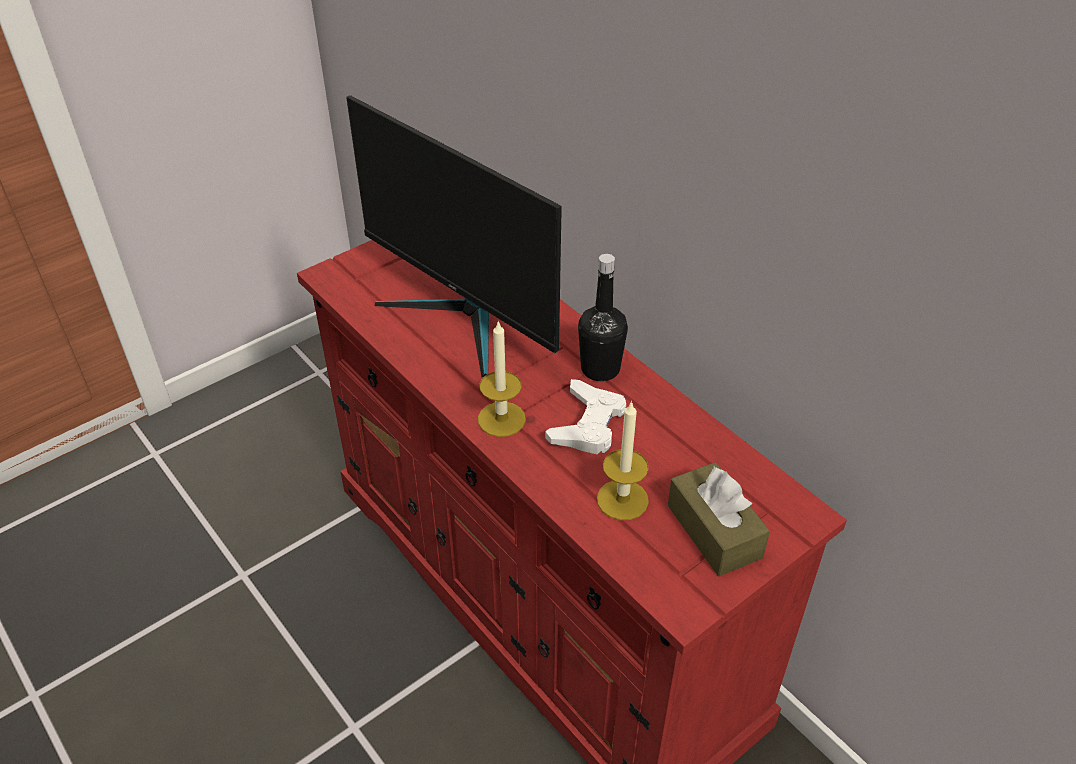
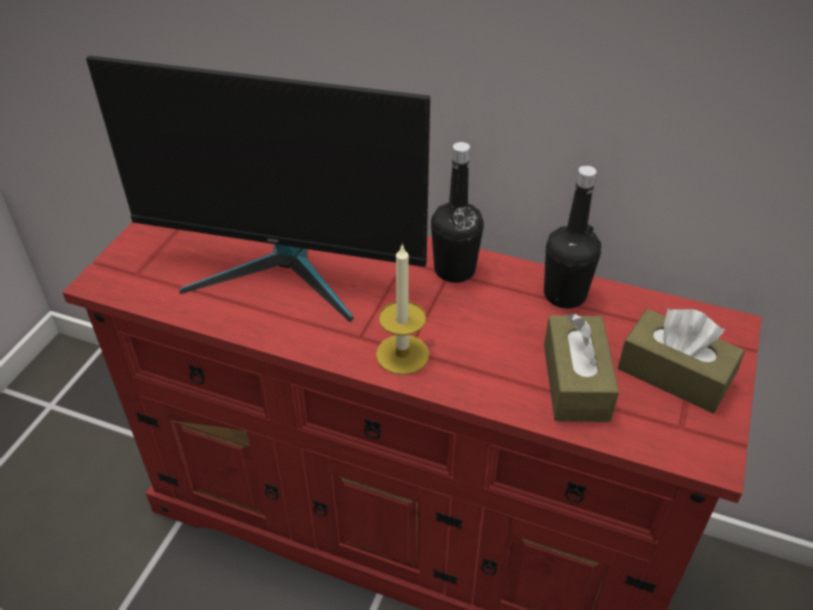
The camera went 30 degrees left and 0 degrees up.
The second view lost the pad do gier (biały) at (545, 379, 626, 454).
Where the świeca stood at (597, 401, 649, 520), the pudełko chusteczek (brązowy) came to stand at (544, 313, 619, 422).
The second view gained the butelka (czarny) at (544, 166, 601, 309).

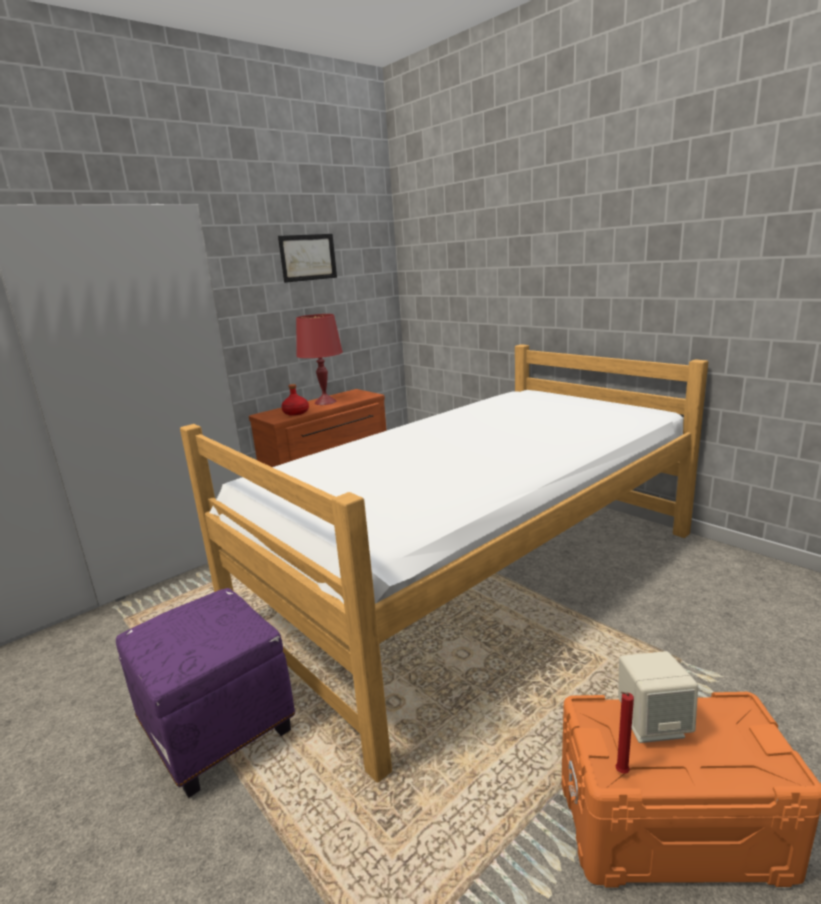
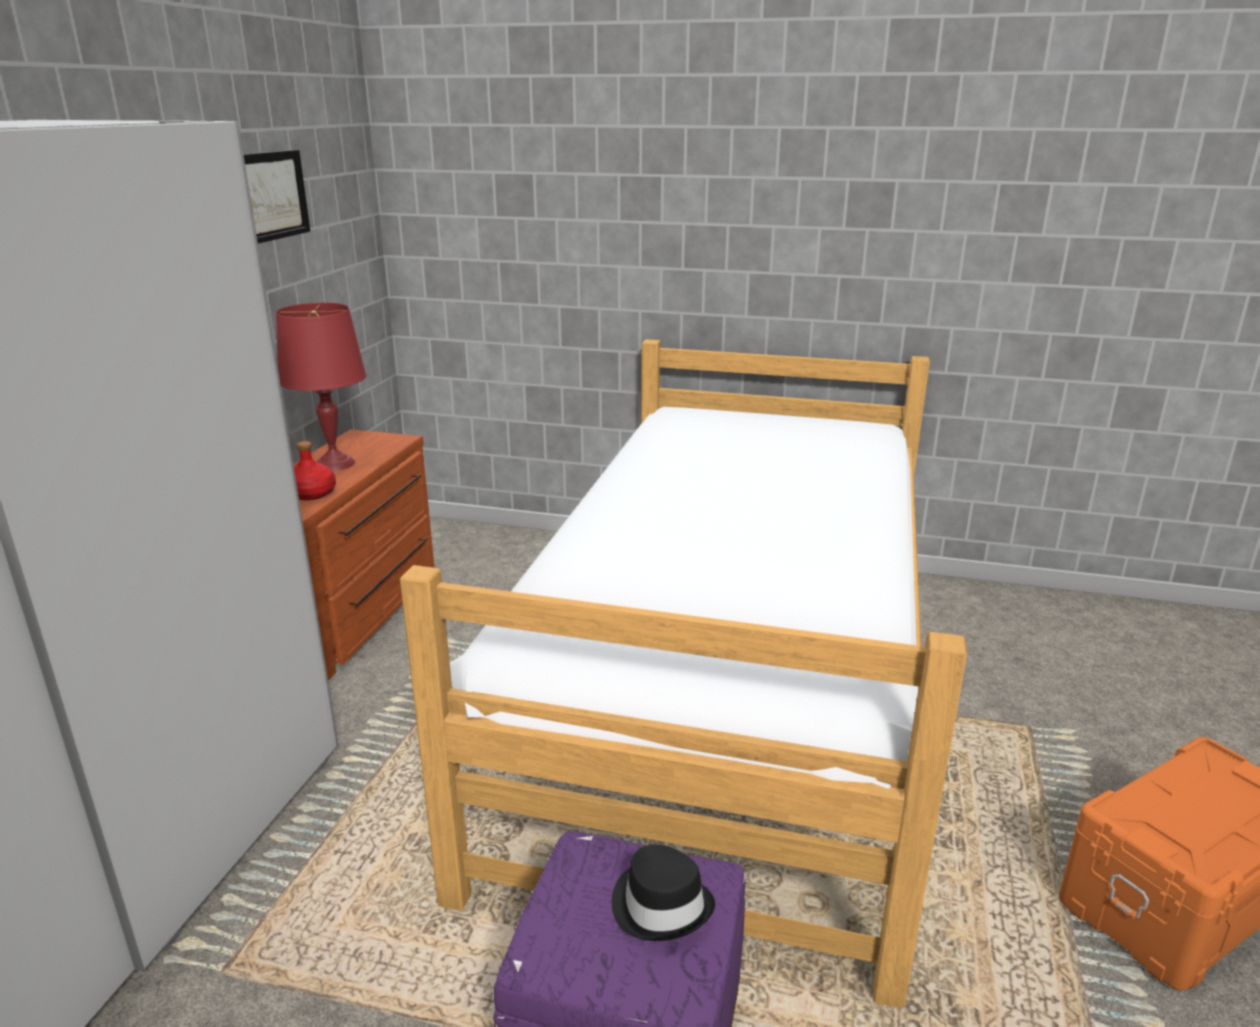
The camera went 35 degrees left and 5 degrees up.
The second view lost the świeca (czerwony) at (616, 692, 634, 774).
The second view lost the głośnik (beżowy) at (618, 651, 698, 743).
The second view gained the kapelusz (czarny) at (612, 844, 715, 941).

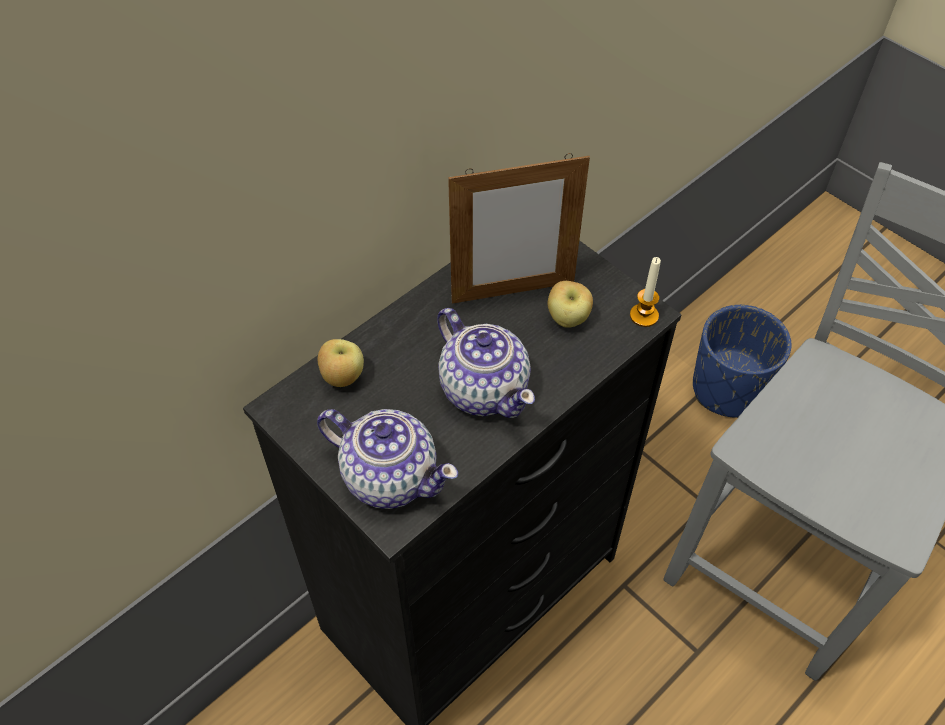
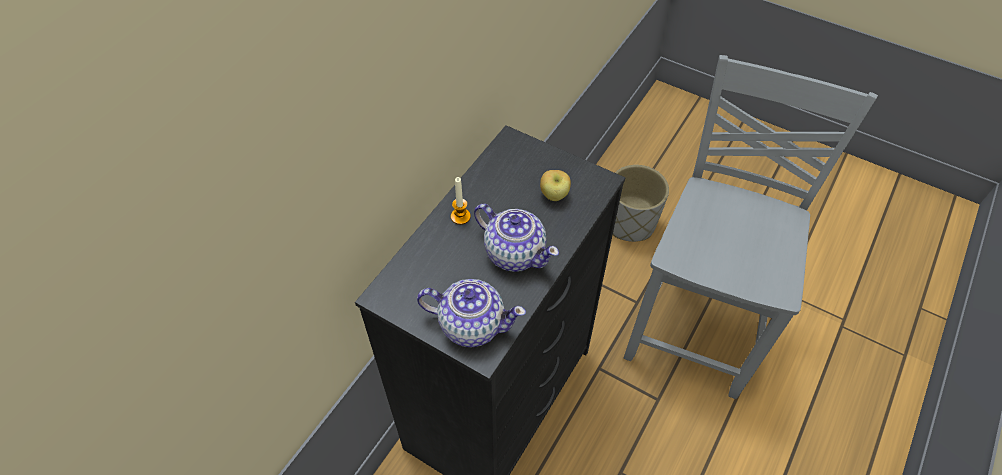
The camera went 15 degrees left and 0 degrees up.
The second view lost the jabłko at (318, 339, 364, 387).
The second view lost the ramka na zdjęcie at (448, 153, 590, 304).
The świeca ended up elsewhere, having gone from (630, 257, 661, 327) to (451, 177, 471, 225).
What was the donica (niebieski) at (693, 305, 791, 418) turned into the donica (szary) at (613, 165, 669, 242).

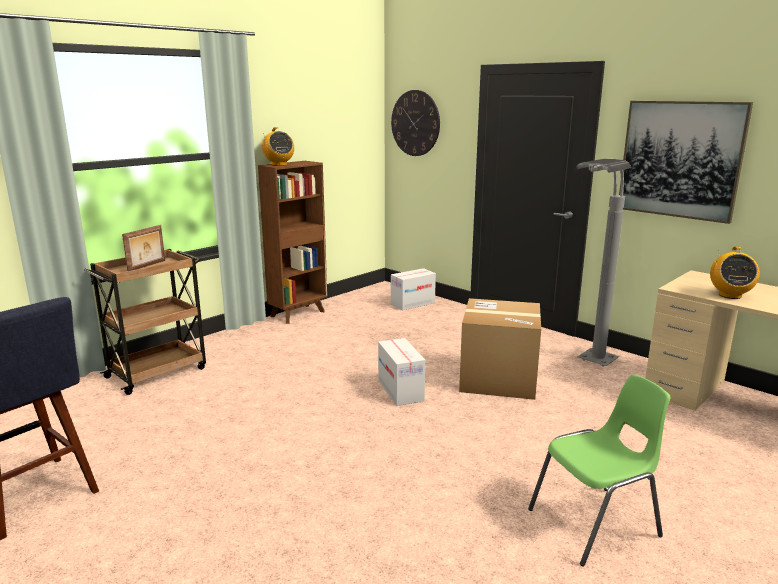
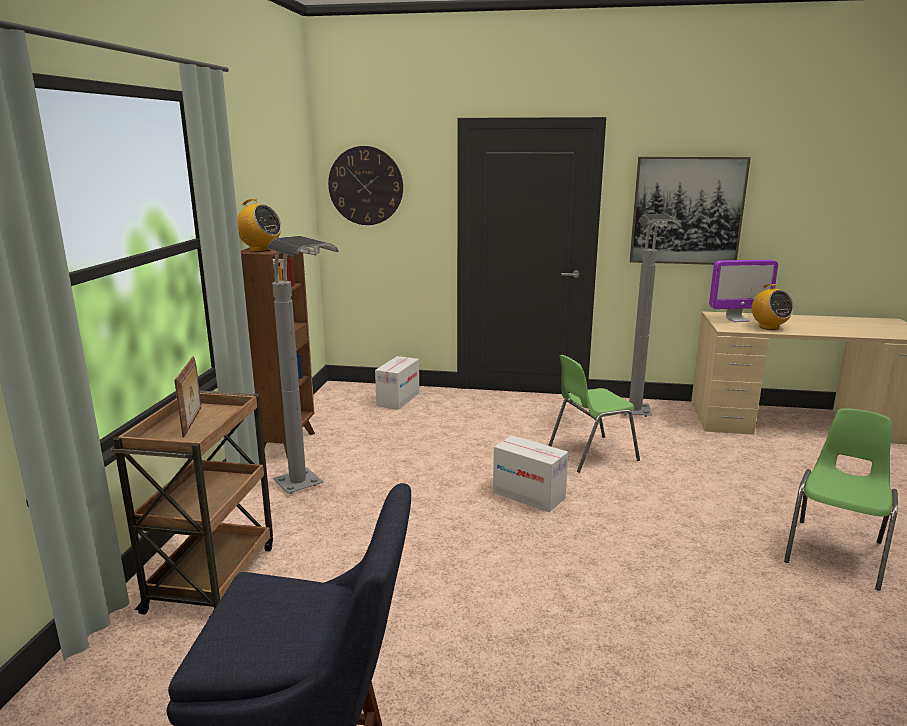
The camera went 35 degrees left and 0 degrees up.
Where the karton stood at (459, 298, 541, 400), the krzesło (zielony) came to stand at (548, 355, 640, 473).
The second view gained the lampa stojąca (szary) at (268, 236, 339, 494).
The second view gained the monitor at (709, 260, 778, 322).

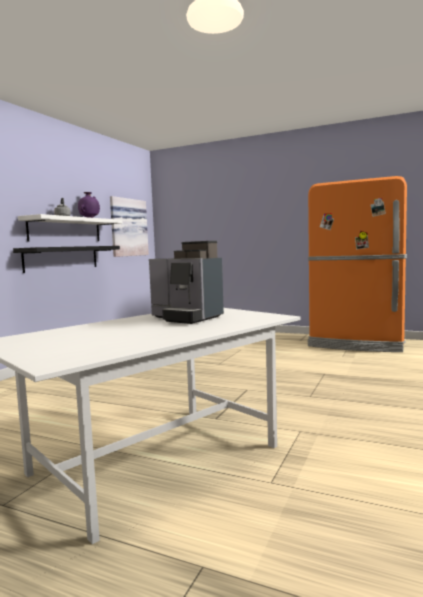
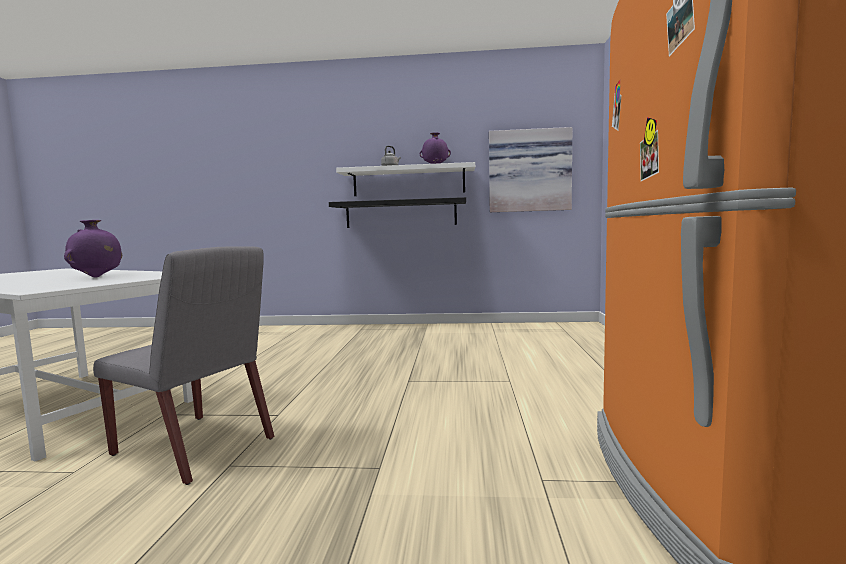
The camera went 70 degrees right and 0 degrees up.
Where the ekspres do kawy stood at (149, 241, 224, 324), the wazon (fioletowy) came to stand at (64, 220, 122, 277).
The second view gained the krzesło (szary) at (93, 246, 275, 485).

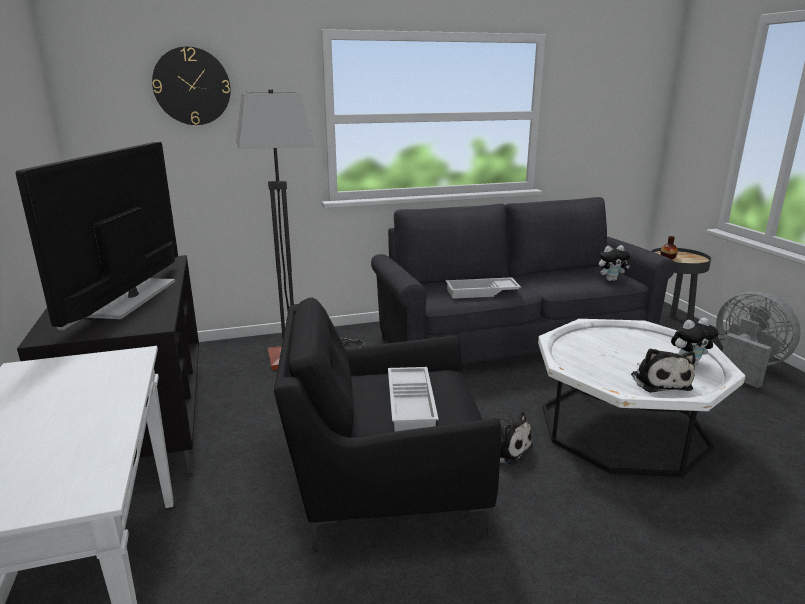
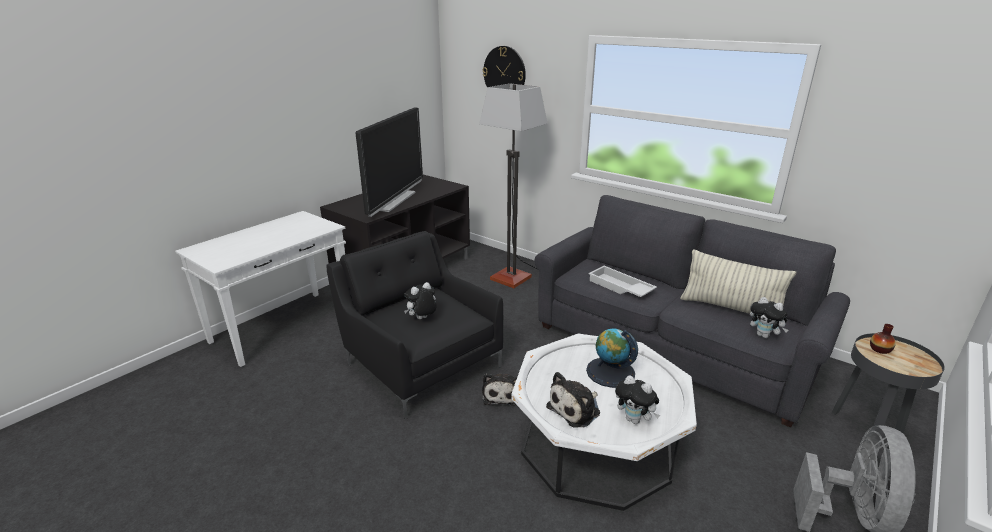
The camera went 55 degrees right and 5 degrees up.
The telewizor at (16, 142, 178, 330) ended up facing another way, 135 degrees clockwise from before.
Where the taca (biały) stood at (388, 367, 439, 432), the pluszak came to stand at (404, 282, 437, 319).
The second view gained the globus at (586, 328, 638, 388).
The second view gained the poduszka at (680, 249, 796, 314).

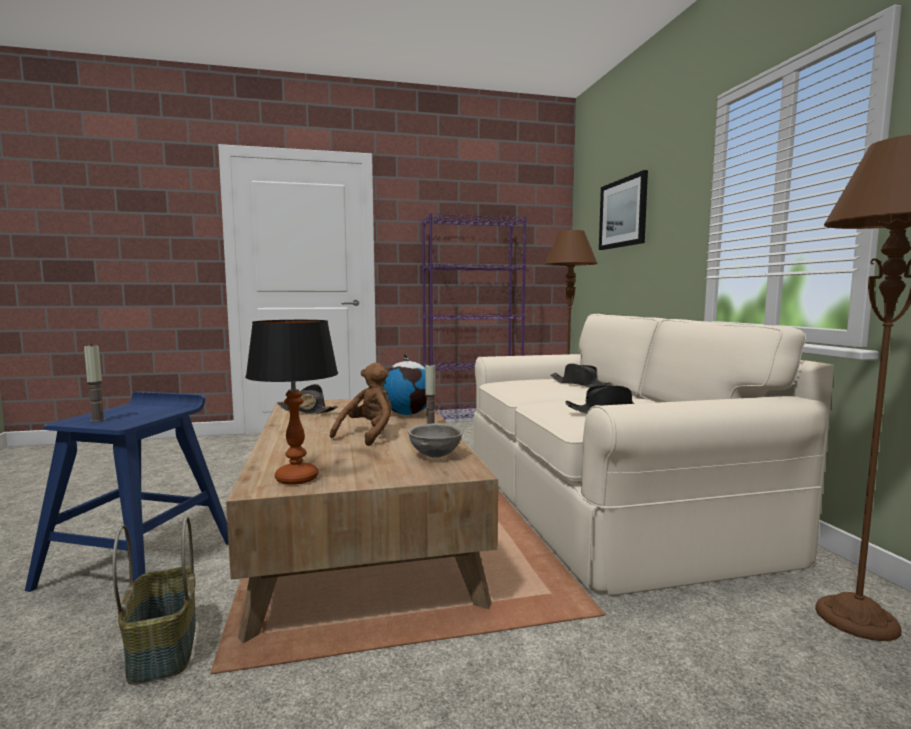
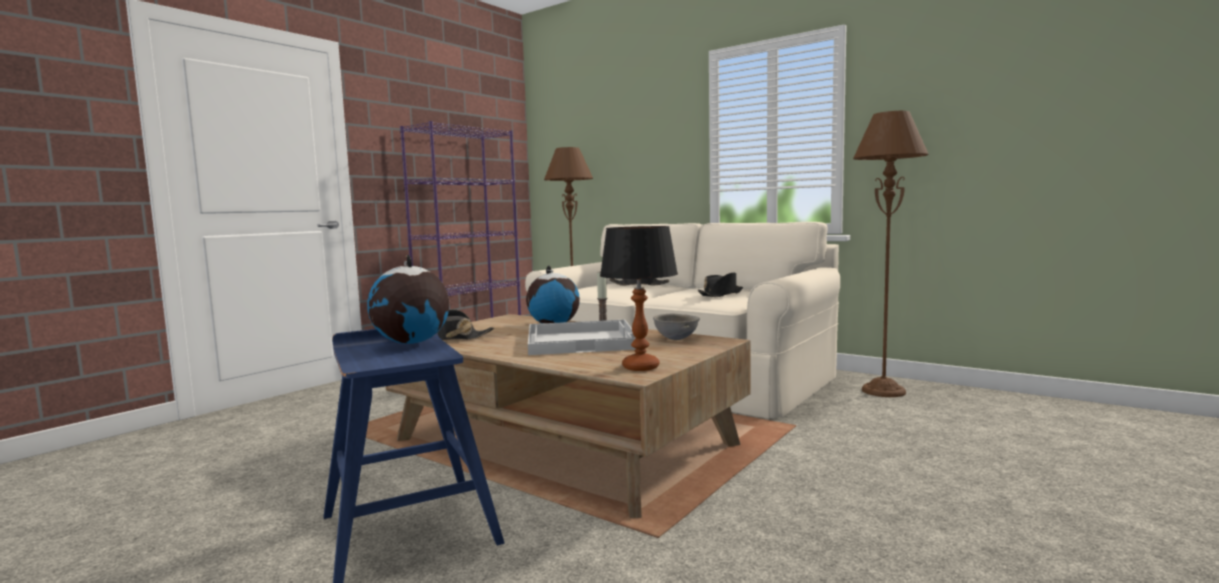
The camera went 40 degrees left and 0 degrees up.
The second view lost the świeca at (84, 344, 106, 422).
The second view lost the koszyk at (112, 516, 196, 685).
Where the pluszak (brązowy) stood at (330, 363, 392, 446), the taca (biały) came to stand at (528, 320, 636, 355).
The second view lost the obraz at (599, 170, 648, 250).
The second view gained the globus at (367, 255, 449, 344).

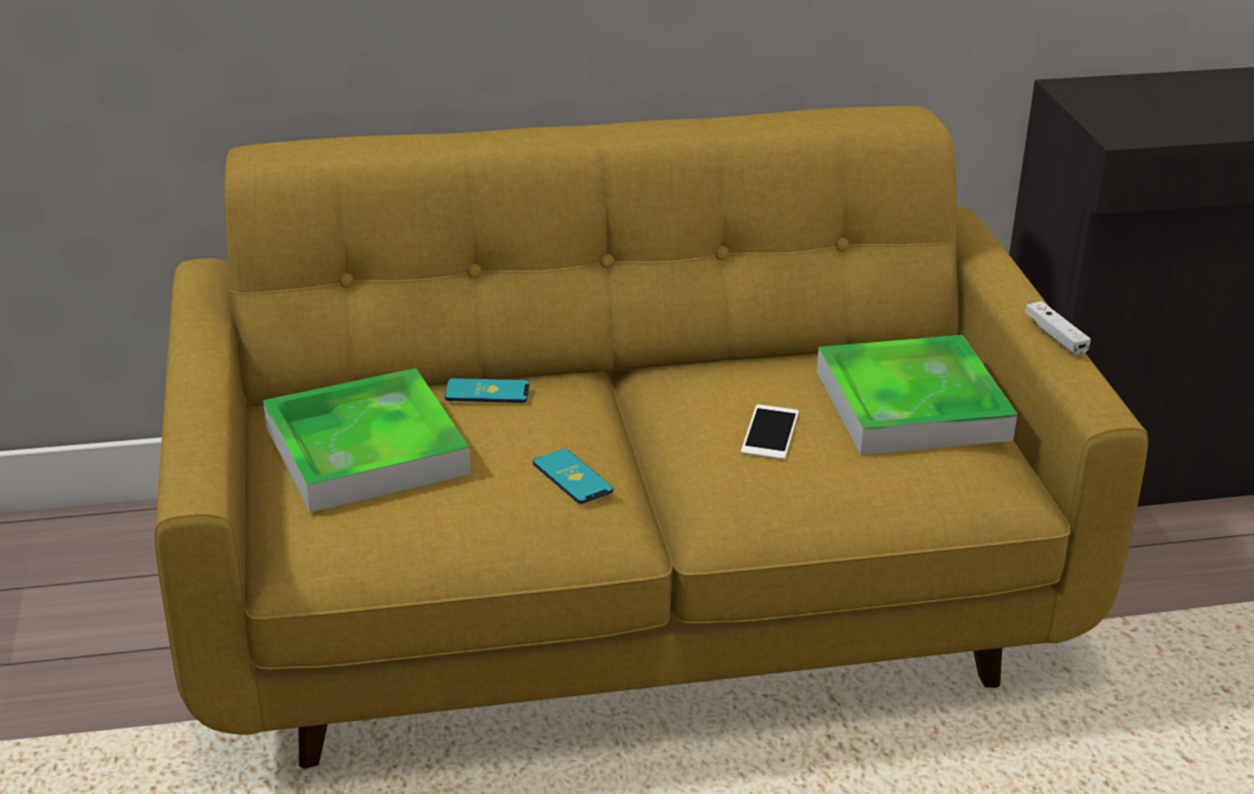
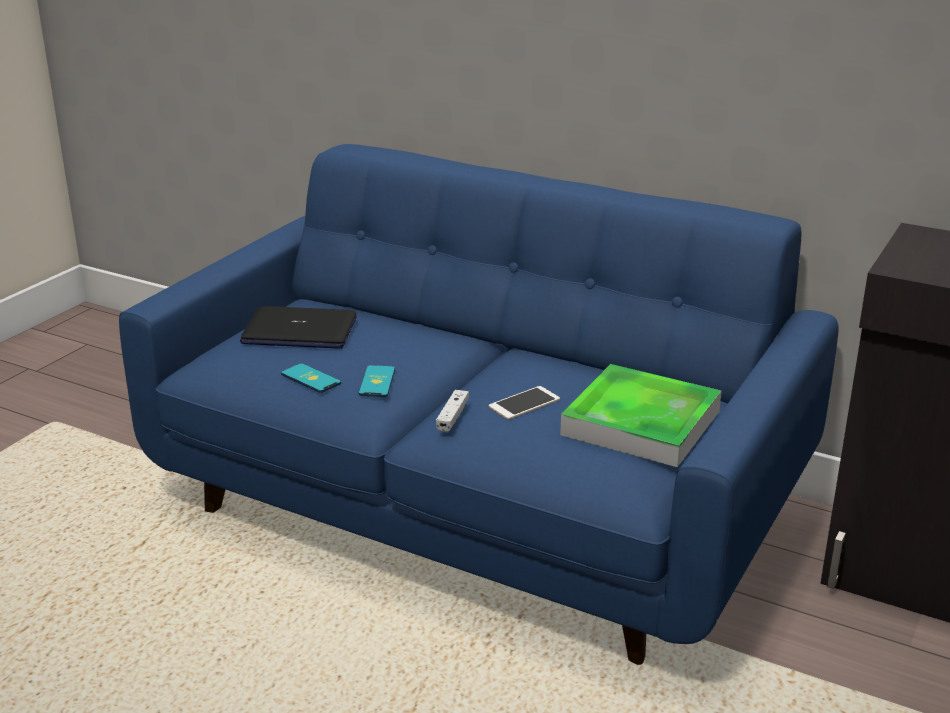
The camera went 40 degrees right and 5 degrees down.
What was the kanapa (żółty) at (154, 106, 1148, 769) turned into the kanapa (niebieski) at (119, 144, 839, 665).
Where the taca stood at (263, 368, 471, 512), the laptop came to stand at (240, 306, 357, 349).
The telefon ended up elsewhere, having gone from (445, 378, 530, 403) to (281, 363, 341, 393).
The pad do gier (biały) ended up elsewhere, having gone from (1025, 301, 1091, 355) to (436, 390, 469, 432).

